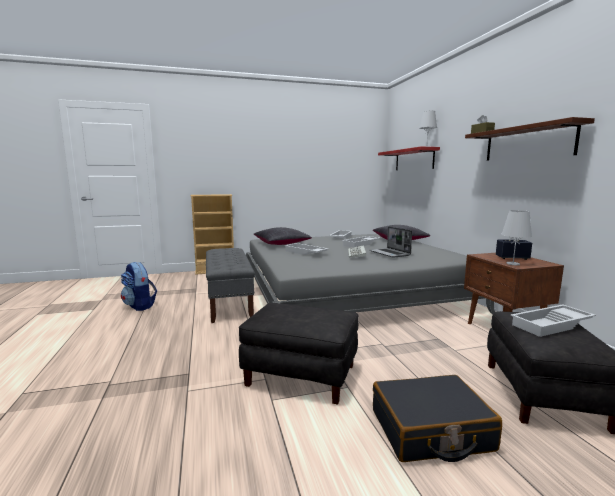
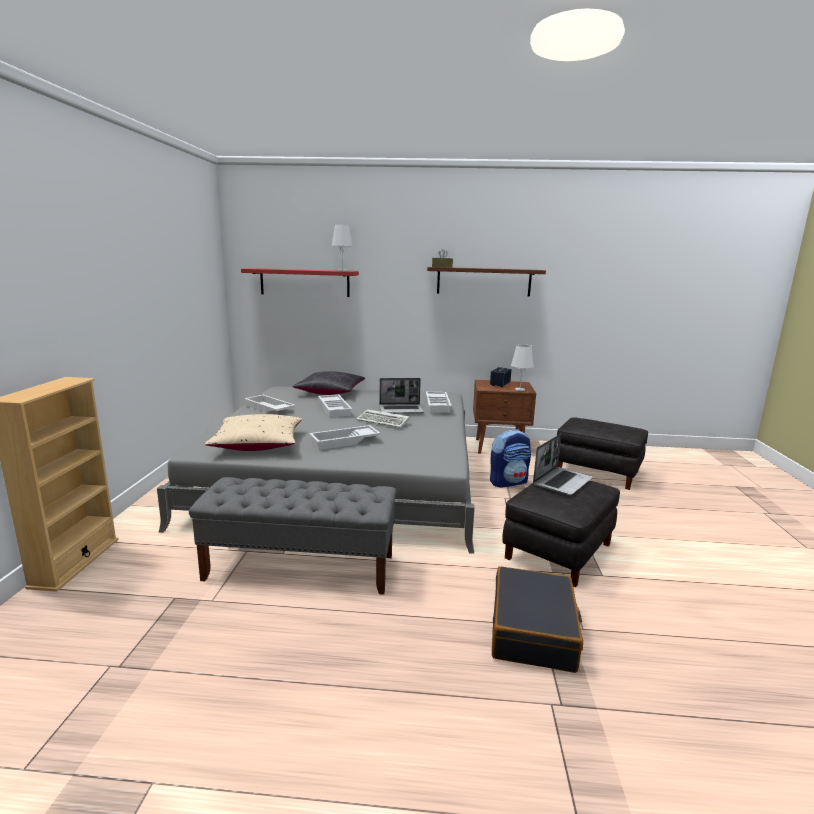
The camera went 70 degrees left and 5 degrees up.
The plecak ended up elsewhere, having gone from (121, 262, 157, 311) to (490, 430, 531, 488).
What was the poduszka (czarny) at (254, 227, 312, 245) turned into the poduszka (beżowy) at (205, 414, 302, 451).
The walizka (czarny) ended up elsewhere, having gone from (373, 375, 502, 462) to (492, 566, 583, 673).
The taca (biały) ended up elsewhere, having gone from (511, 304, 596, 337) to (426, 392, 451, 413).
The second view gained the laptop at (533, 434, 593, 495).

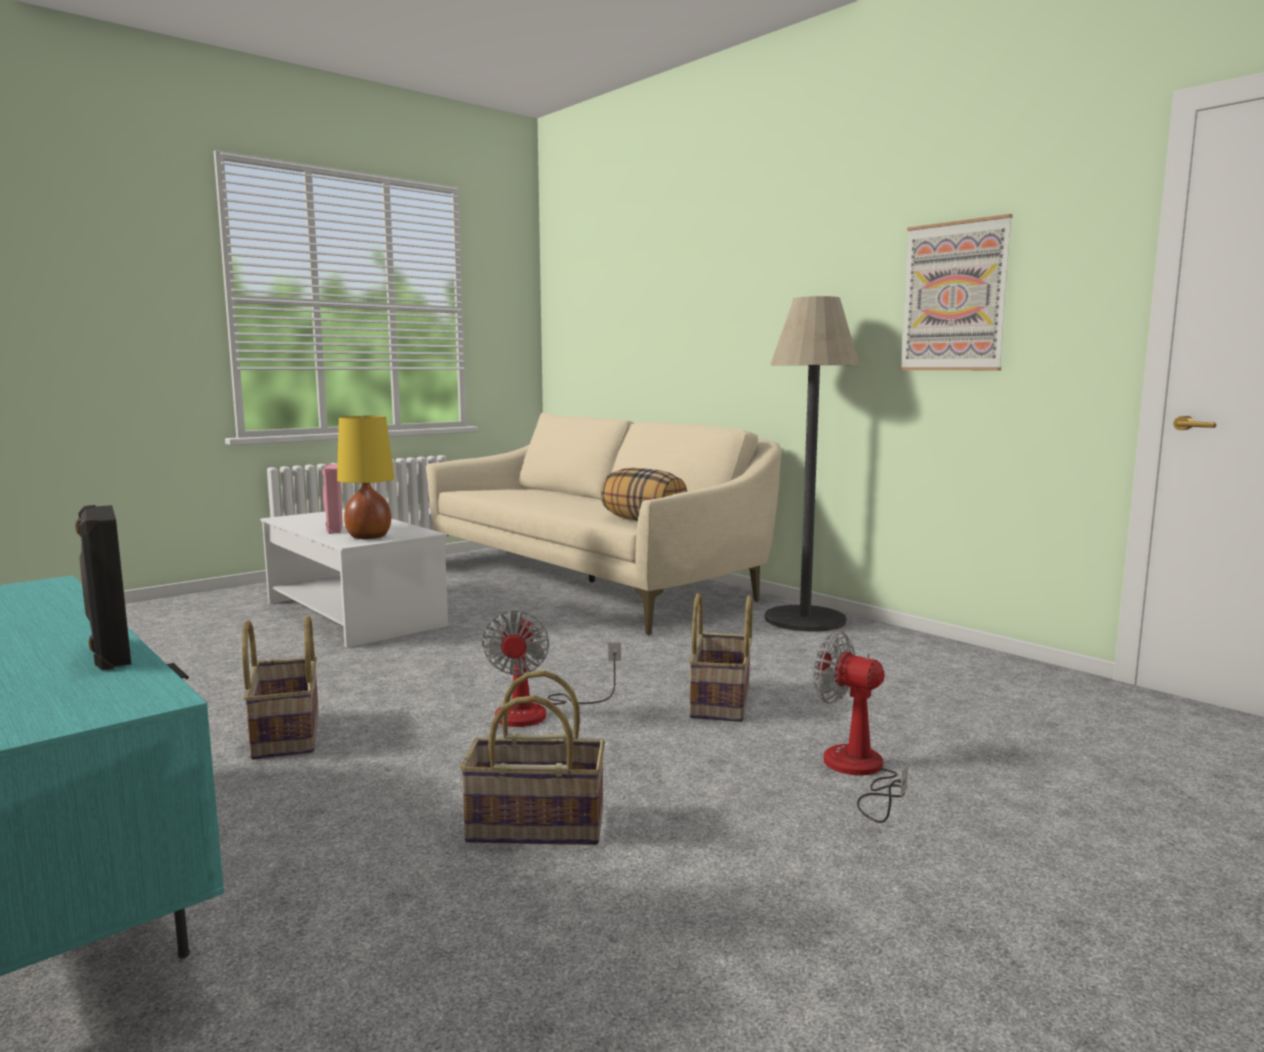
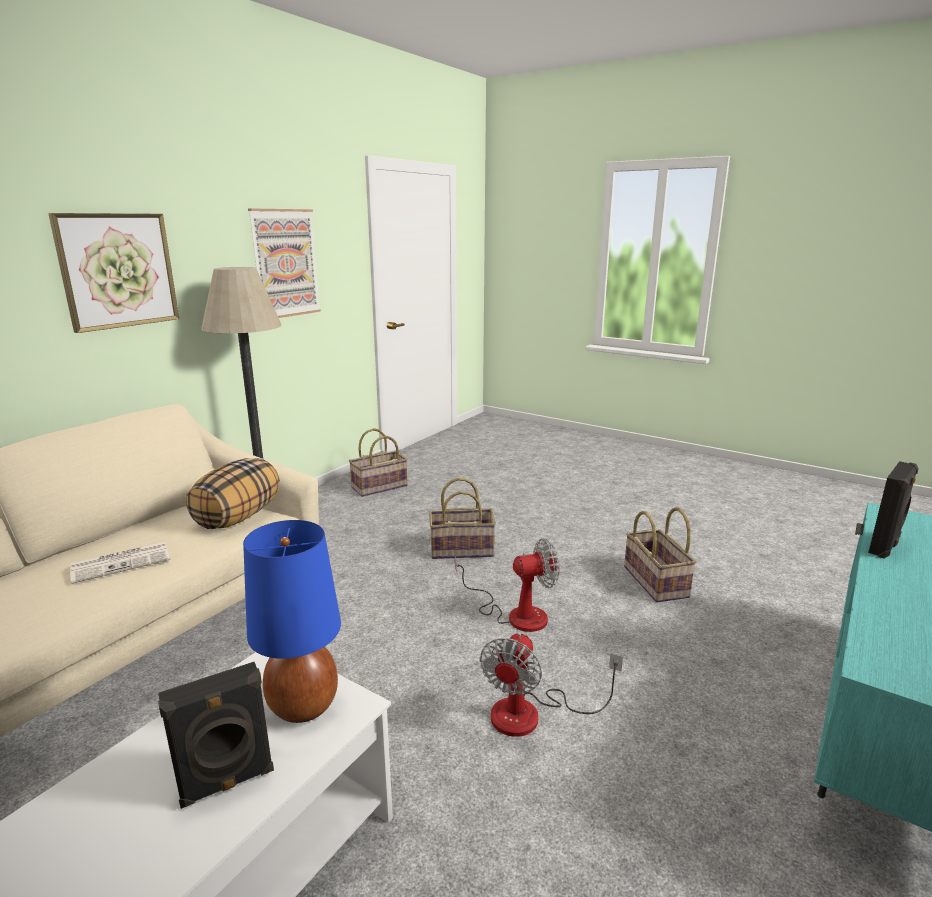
The camera went 105 degrees left and 10 degrees up.
The koszyk ended up elsewhere, having gone from (242, 615, 319, 760) to (349, 428, 407, 497).
What was the głośnik (różowy) at (322, 464, 343, 534) turned into the głośnik (czarny) at (158, 662, 274, 809).
What was the lampa stołowa (żółty) at (337, 416, 394, 539) turned into the lampa stołowa (niebieski) at (243, 520, 341, 723).
The wentylator ended up elsewhere, having gone from (813, 632, 909, 823) to (480, 633, 623, 737).
The second view gained the obraz at (48, 213, 179, 333).
The second view gained the gazeta at (70, 542, 170, 584).

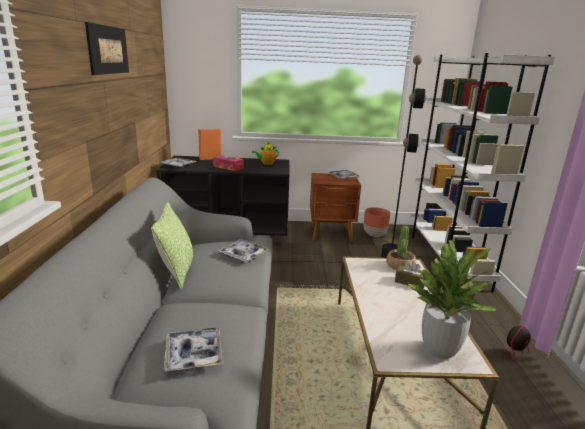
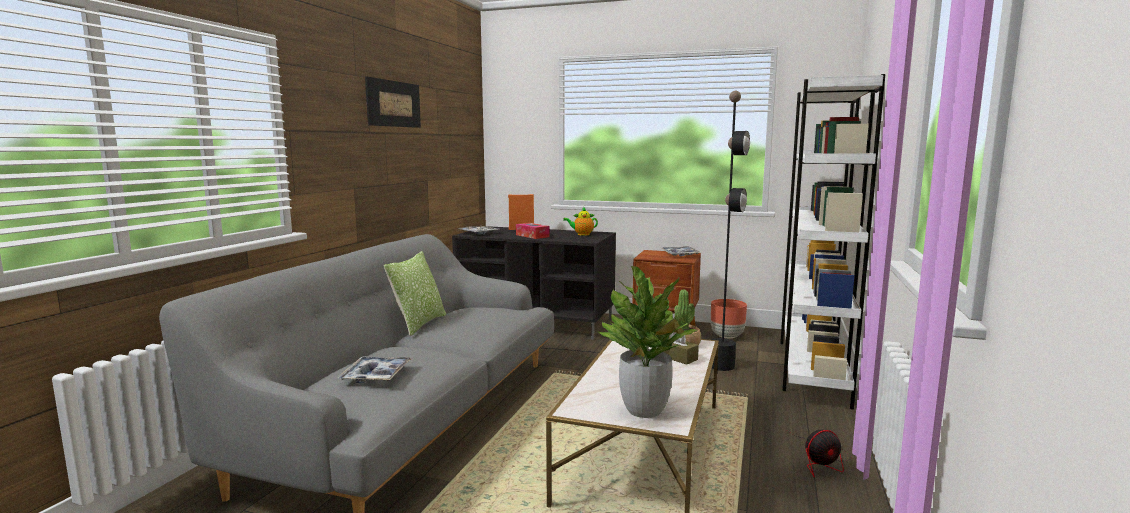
The camera went 20 degrees right and 10 degrees down.
The second view lost the taca at (218, 239, 269, 262).

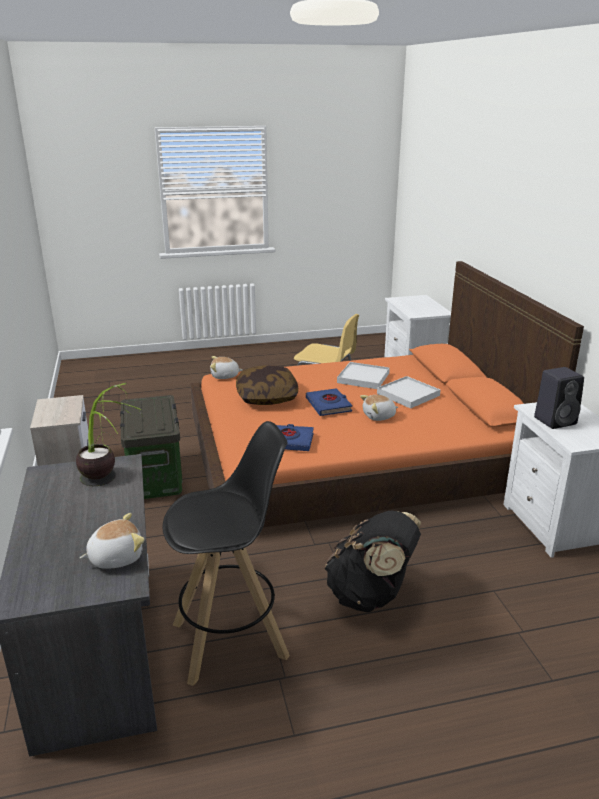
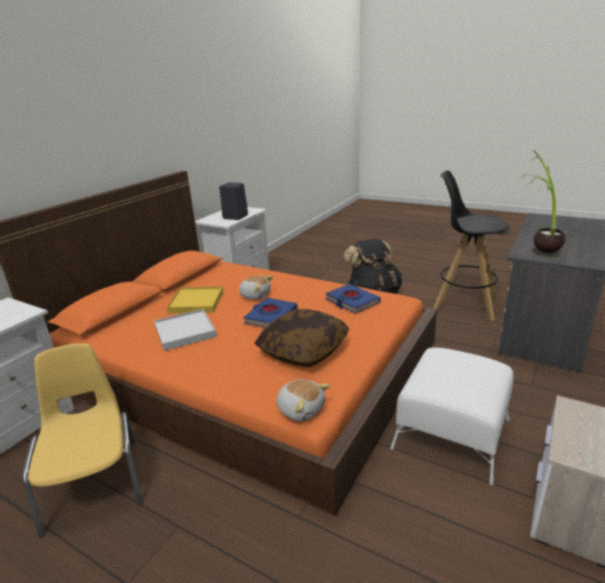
The camera went 135 degrees left and 0 degrees up.
The second view lost the pluszak at (80, 513, 144, 569).
Where the pojemnik do przechowywania stood at (120, 395, 183, 499), the pufa (biały) came to stand at (390, 347, 514, 485).
What was the taca (biały) at (377, 376, 440, 409) turned into the taca (żółty) at (166, 286, 223, 314).

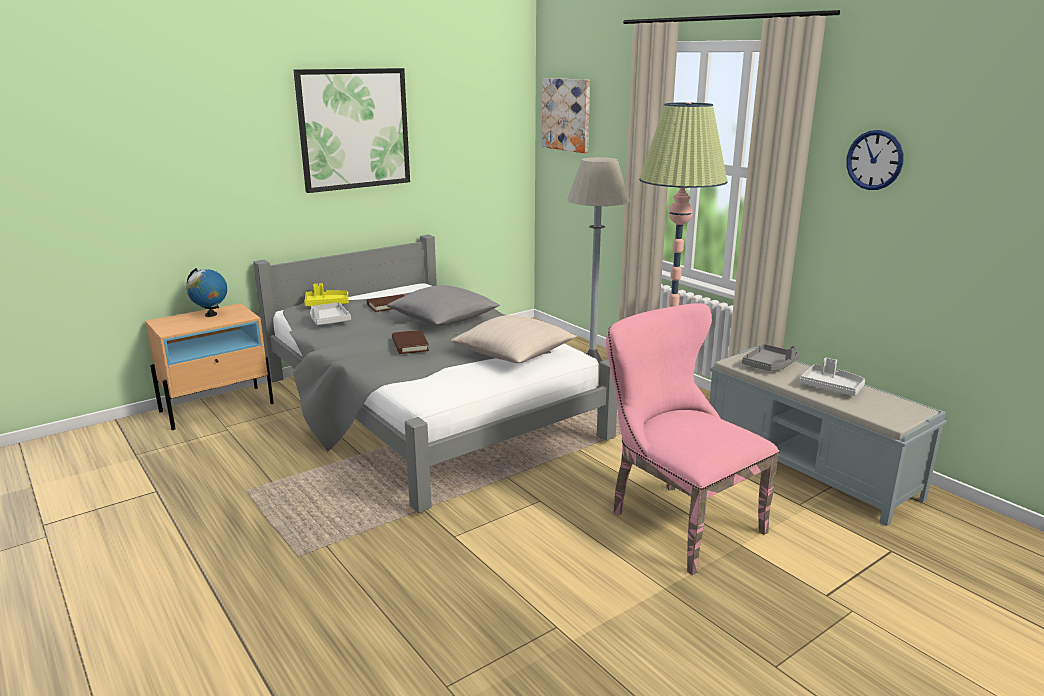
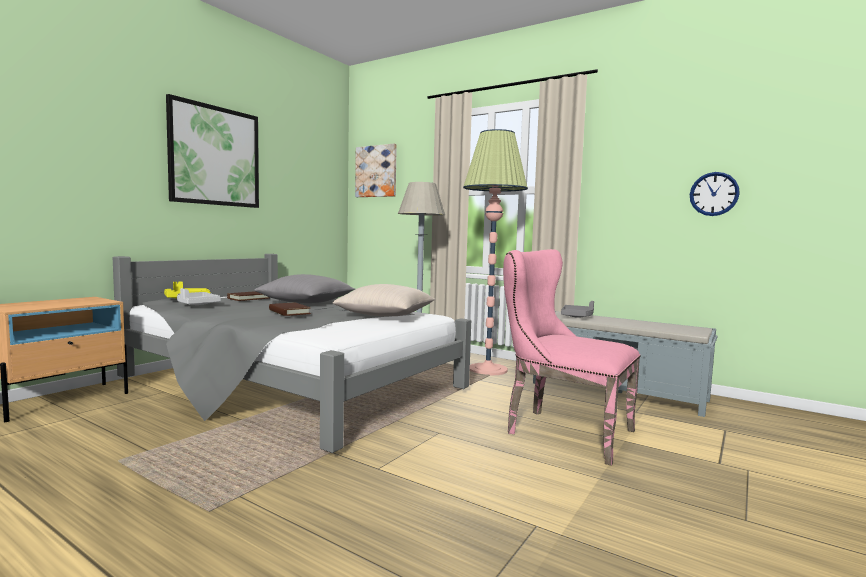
The camera went 20 degrees left and 15 degrees down.
The second view lost the globus at (187, 268, 227, 317).
The second view lost the taca (szary) at (800, 358, 865, 396).
The zegar ścienny ended up elsewhere, having gone from (846, 130, 904, 190) to (690, 172, 740, 216).

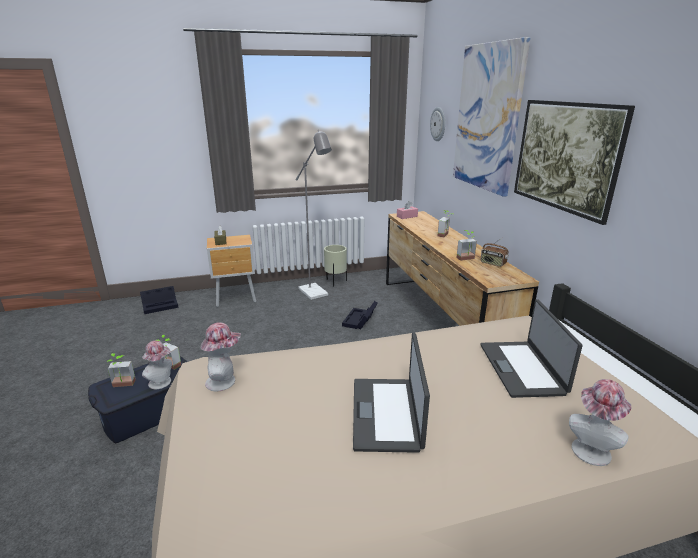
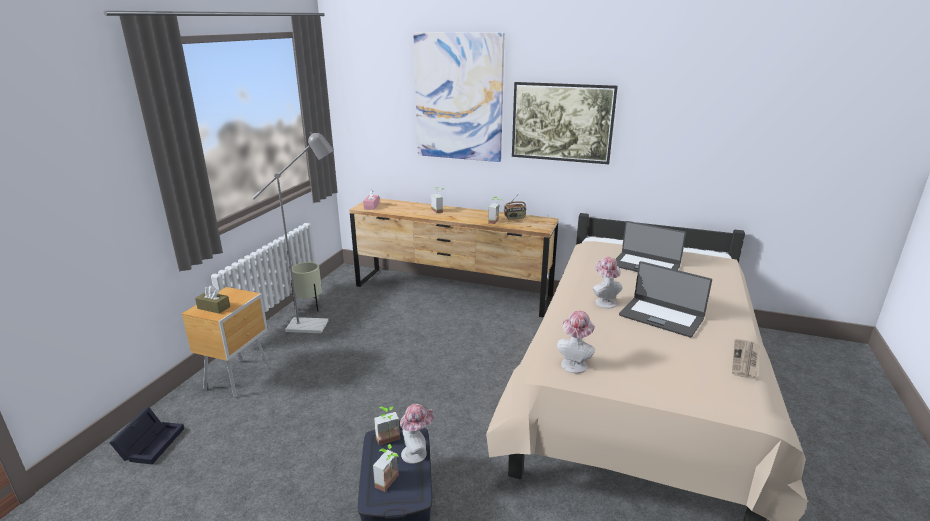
The camera went 55 degrees left and 0 degrees up.
The second view lost the pojemnik do przechowywania (czarny) at (342, 301, 378, 329).
The second view lost the zegar ścienny at (430, 107, 445, 141).
The kapelusz ended up elsewhere, having gone from (569, 379, 631, 466) to (593, 257, 622, 308).
The second view gained the gazeta at (732, 339, 760, 379).

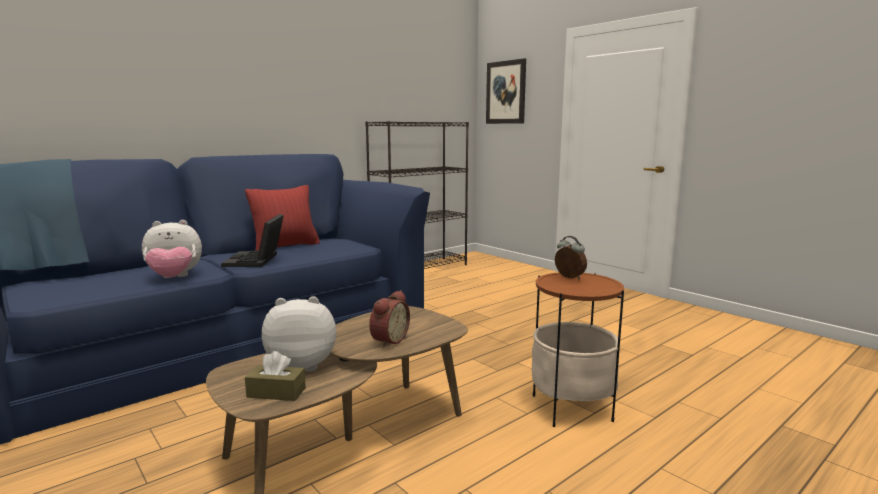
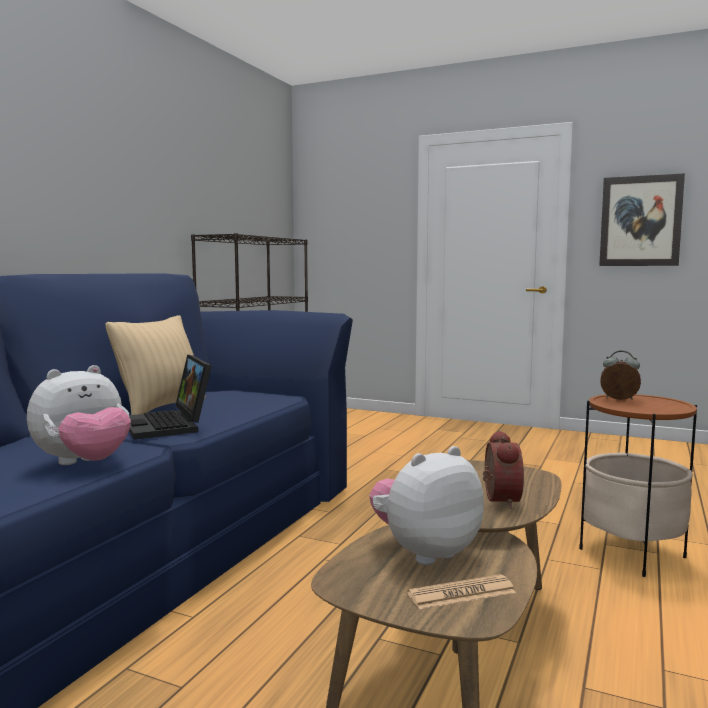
The camera went 25 degrees left and 5 degrees down.
What was the poduszka (czerwony) at (245, 185, 320, 250) turned into the poduszka (beżowy) at (106, 315, 206, 415).
Where the pudełko chusteczek (brązowy) stood at (245, 351, 306, 401), the gazeta came to stand at (407, 574, 516, 609).
The obraz ended up elsewhere, having gone from (486, 58, 526, 124) to (599, 173, 685, 266).

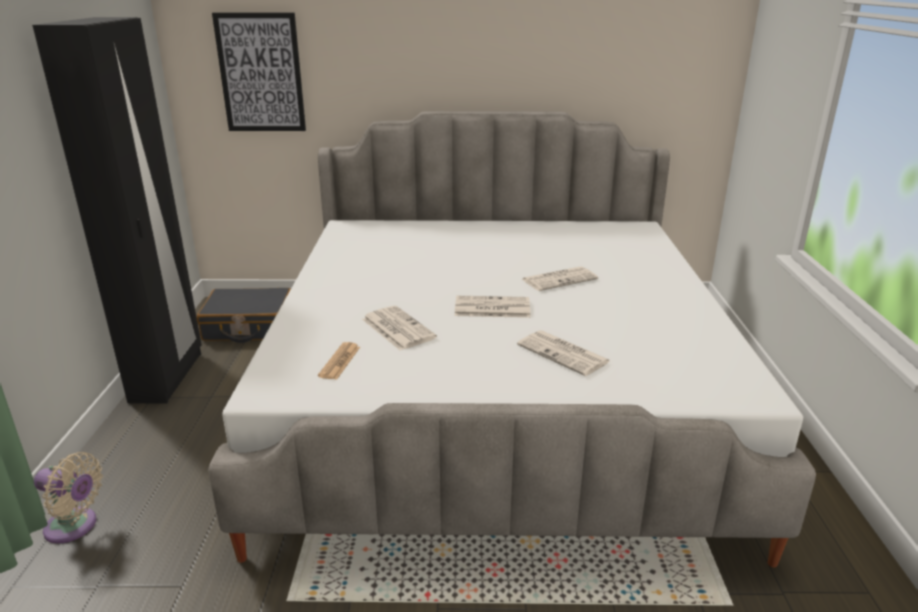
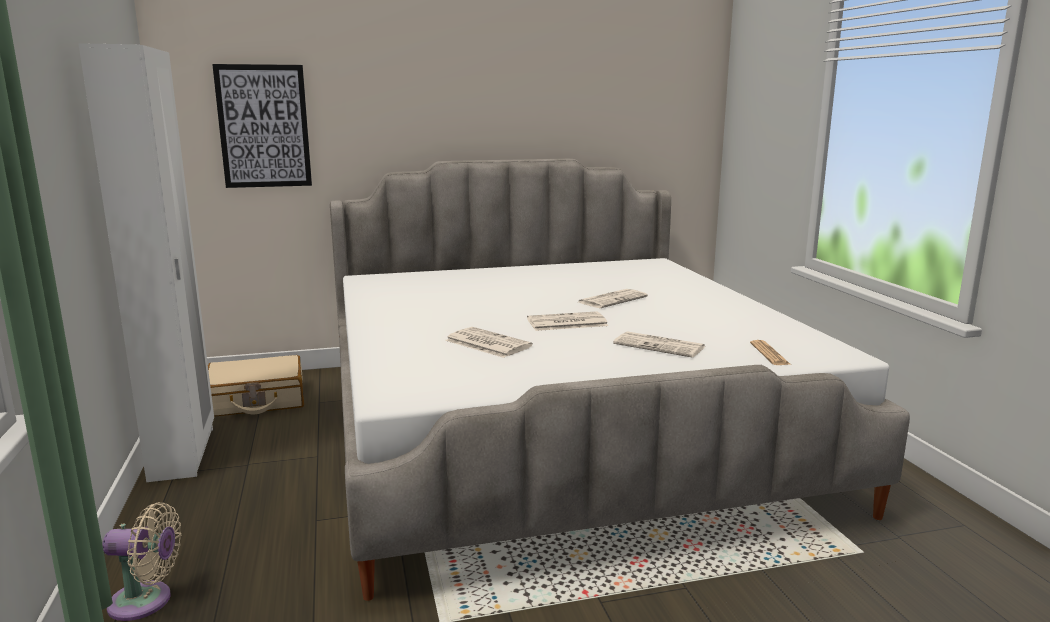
The camera went 15 degrees left and 10 degrees down.
What was the szafa (czarny) at (32, 17, 202, 404) turned into the szafa (biały) at (78, 43, 214, 482).
What was the walizka (czarny) at (197, 288, 291, 343) turned into the walizka (beżowy) at (208, 355, 304, 417).
The gazeta ended up elsewhere, having gone from (318, 342, 360, 380) to (750, 340, 790, 365).

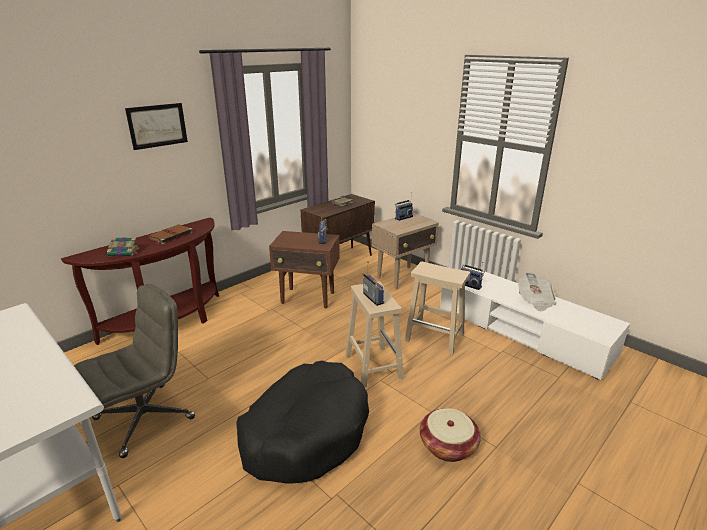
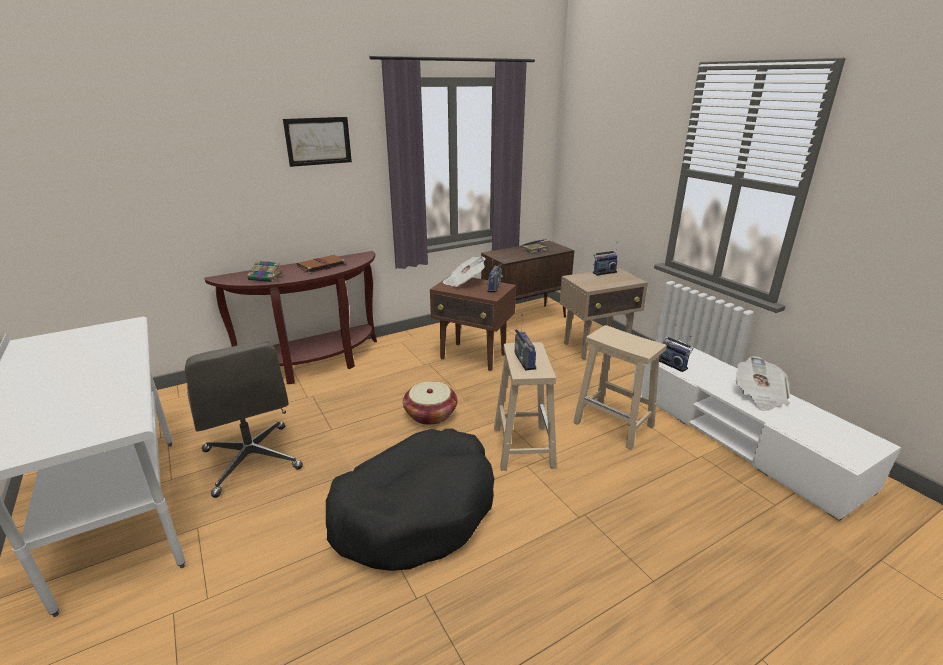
The camera went 15 degrees right and 0 degrees up.
The krzesło biurowe (szary) at (74, 284, 195, 458) ended up facing another way, 90 degrees clockwise from before.
The koszyk ended up elsewhere, having gone from (420, 408, 481, 462) to (403, 381, 458, 425).
The second view gained the gazeta at (443, 257, 486, 287).

